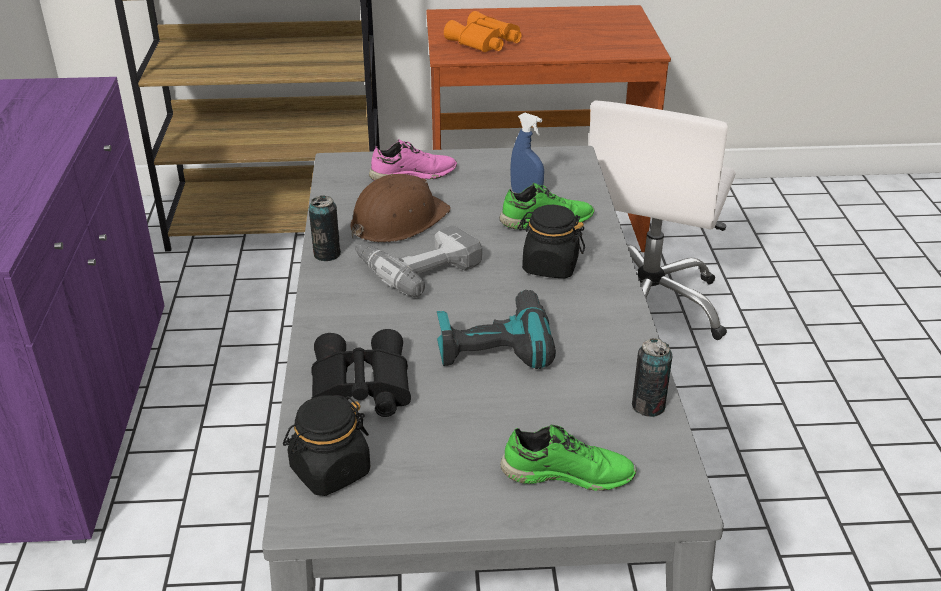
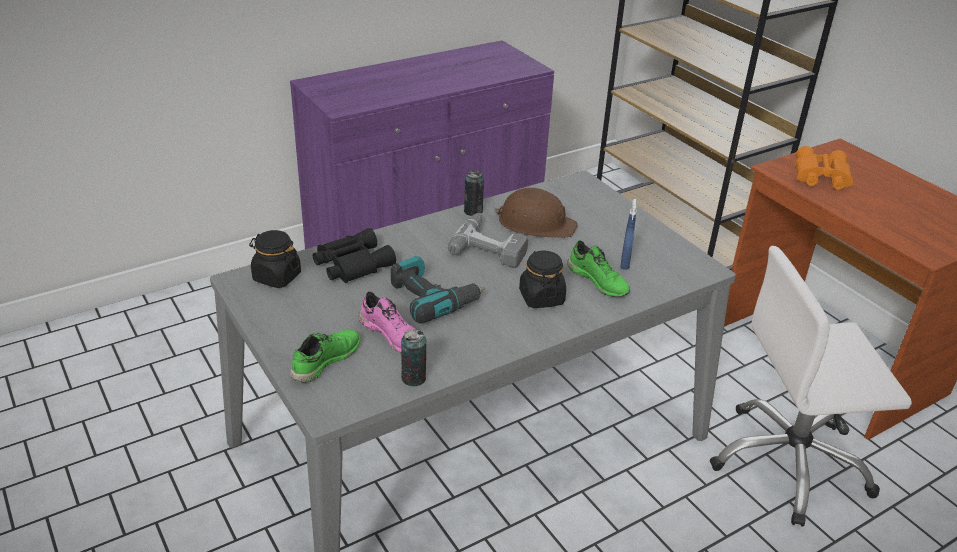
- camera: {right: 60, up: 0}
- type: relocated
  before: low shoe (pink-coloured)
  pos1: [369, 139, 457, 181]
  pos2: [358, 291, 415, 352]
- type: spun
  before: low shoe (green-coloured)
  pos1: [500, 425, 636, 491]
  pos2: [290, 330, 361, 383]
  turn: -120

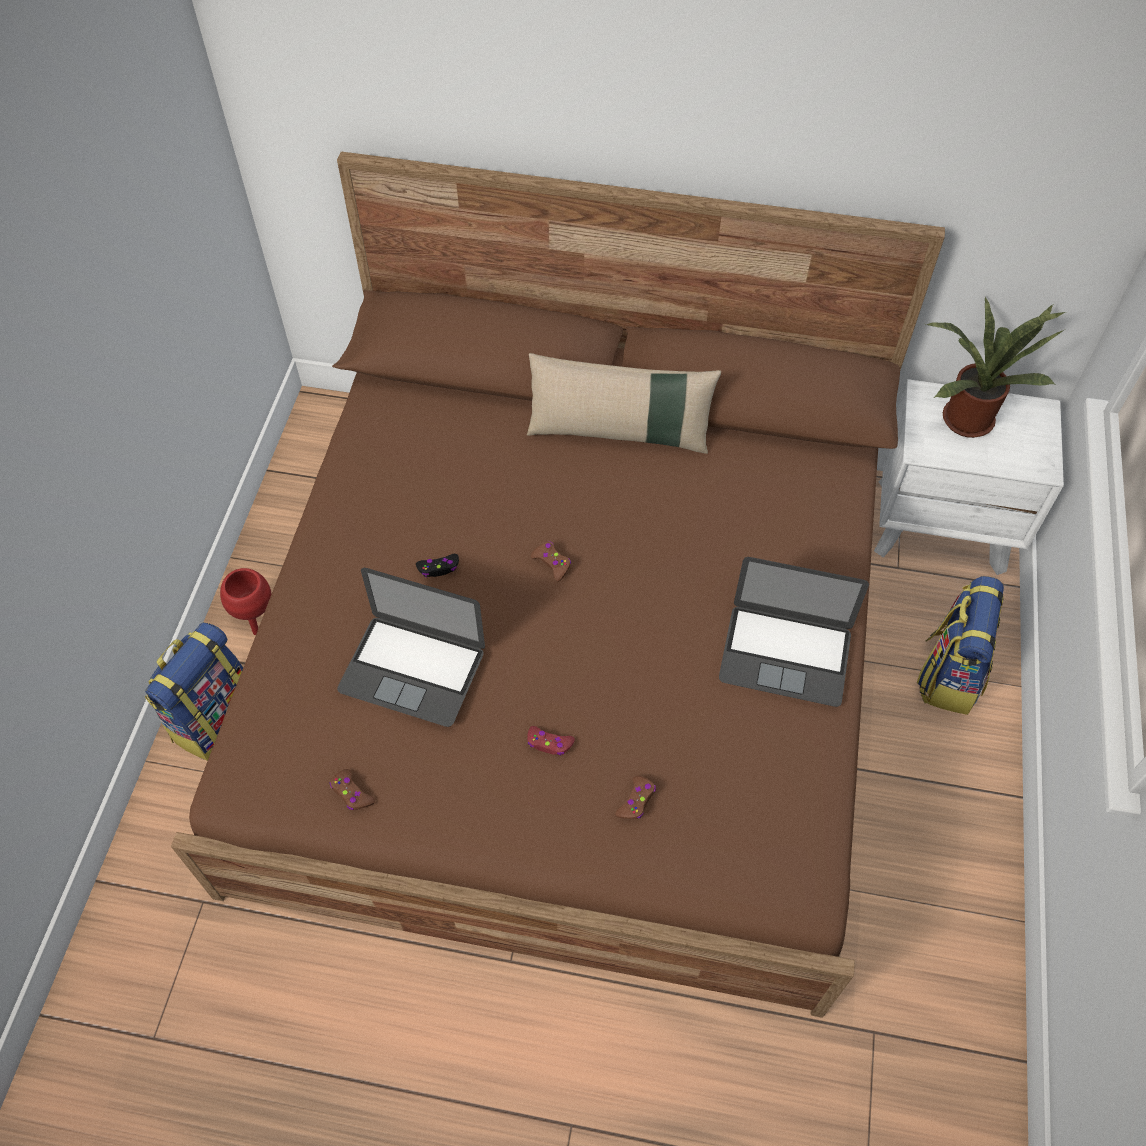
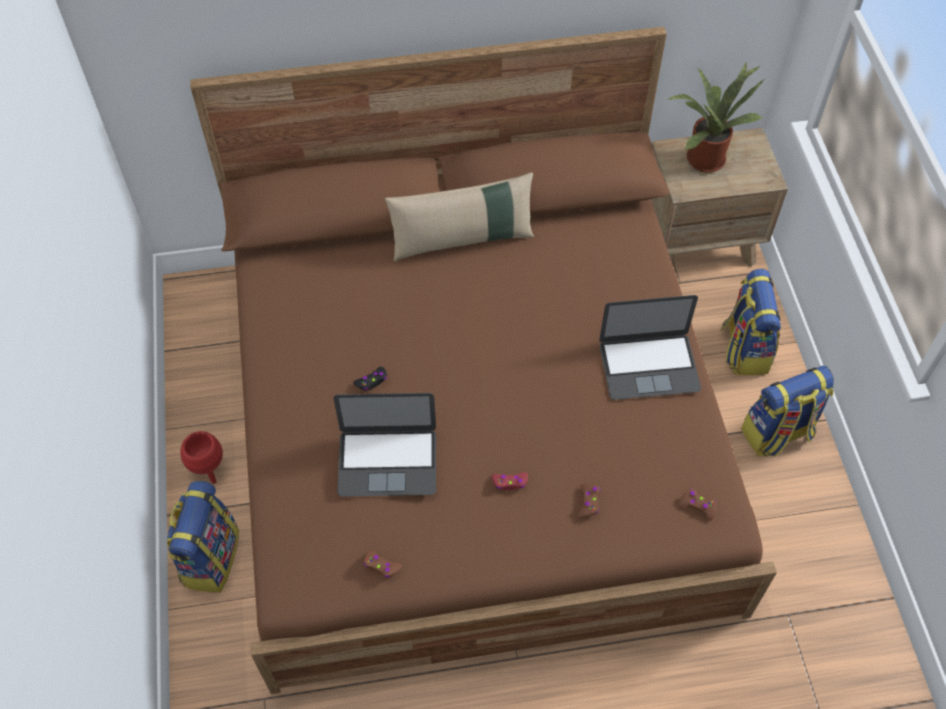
- camera: {right: -20, up: 0}
- type: relocated
  before: gamepad (brown)
  pos1: [531, 541, 571, 582]
  pos2: [679, 489, 716, 520]
- type: colour
  before: bedside table (white-coloured)
  after: bedside table (brown)
  pos1: [874, 379, 1064, 575]
  pos2: [651, 128, 788, 267]
- type: appeared
  after: rucksack
  pos2: [741, 366, 834, 457]

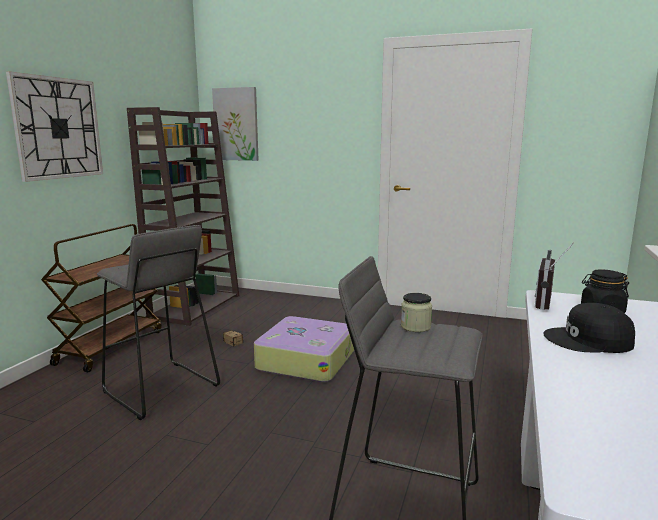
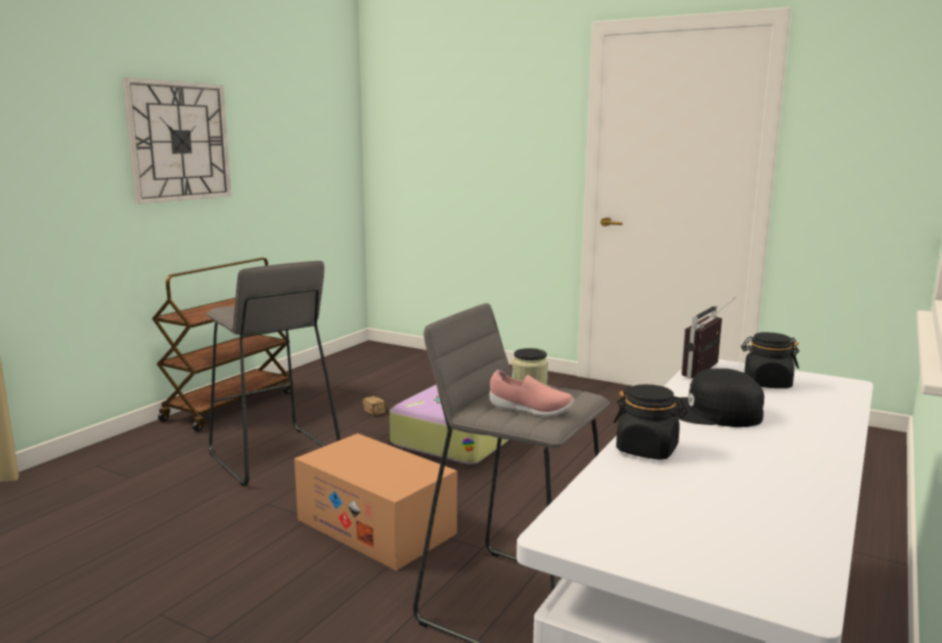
- camera: {right: 10, up: 0}
- type: missing
  before: shelving unit (brown)
  pos1: [127, 107, 239, 326]
- type: missing
  before: picture
  pos1: [212, 87, 259, 161]
- type: appeared
  after: packing box
  pos2: [294, 433, 457, 571]
- type: appeared
  after: low shoe (pink-coloured)
  pos2: [489, 370, 574, 417]
- type: appeared
  after: storage jar (blackish)
  pos2: [614, 384, 687, 460]

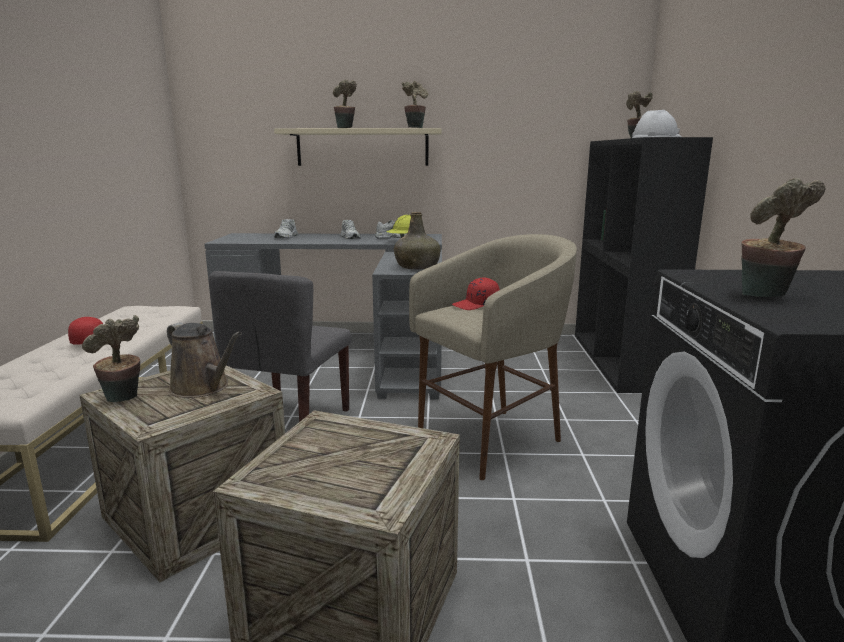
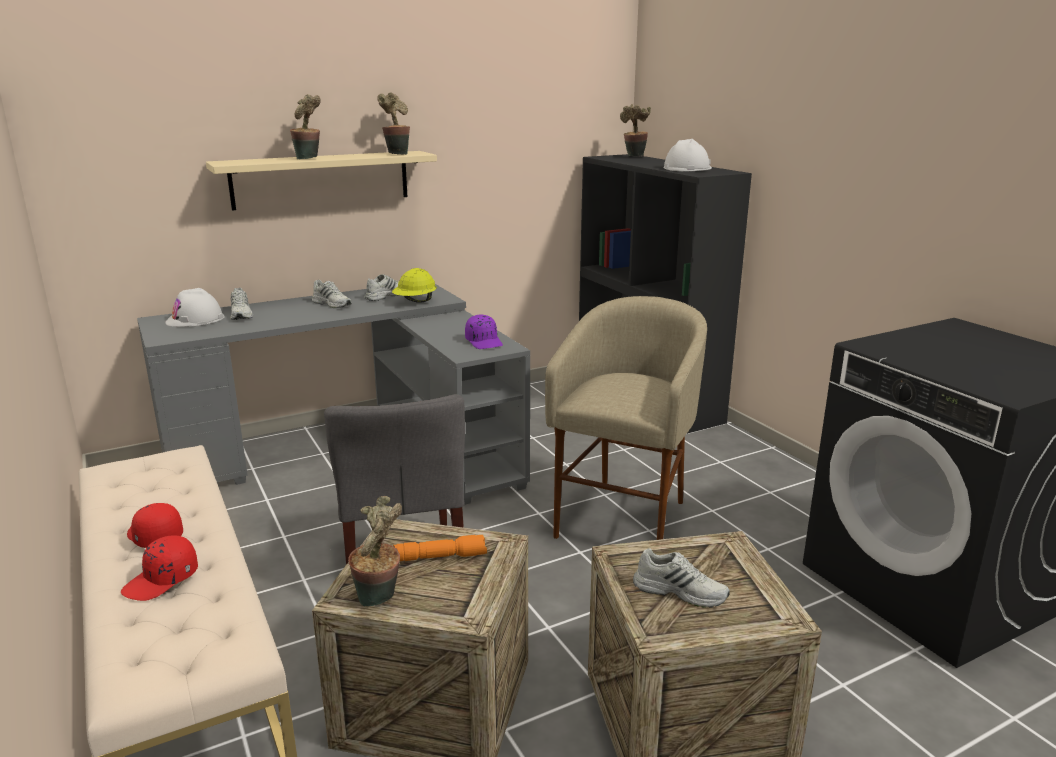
- camera: {right: -30, up: 5}
- type: exchanged
  before: watering can (brown)
  after: flashlight (orange)
  pos1: [167, 323, 242, 398]
  pos2: [393, 535, 487, 561]
- type: exchanged
  before: bottle (green-coloured)
  after: baseball cap (purplish)
  pos1: [394, 212, 440, 269]
  pos2: [465, 315, 503, 349]
- type: relocated
  before: baseball cap (red-coloured)
  pos1: [452, 277, 500, 310]
  pos2: [121, 535, 198, 601]
- type: missing
  before: plant in a pot
  pos1: [741, 178, 825, 297]
- type: appeared
  after: hard hat (white-coloured)
  pos2: [165, 288, 225, 327]
- type: appeared
  after: low shoe (white-coloured)
  pos2: [633, 548, 730, 608]

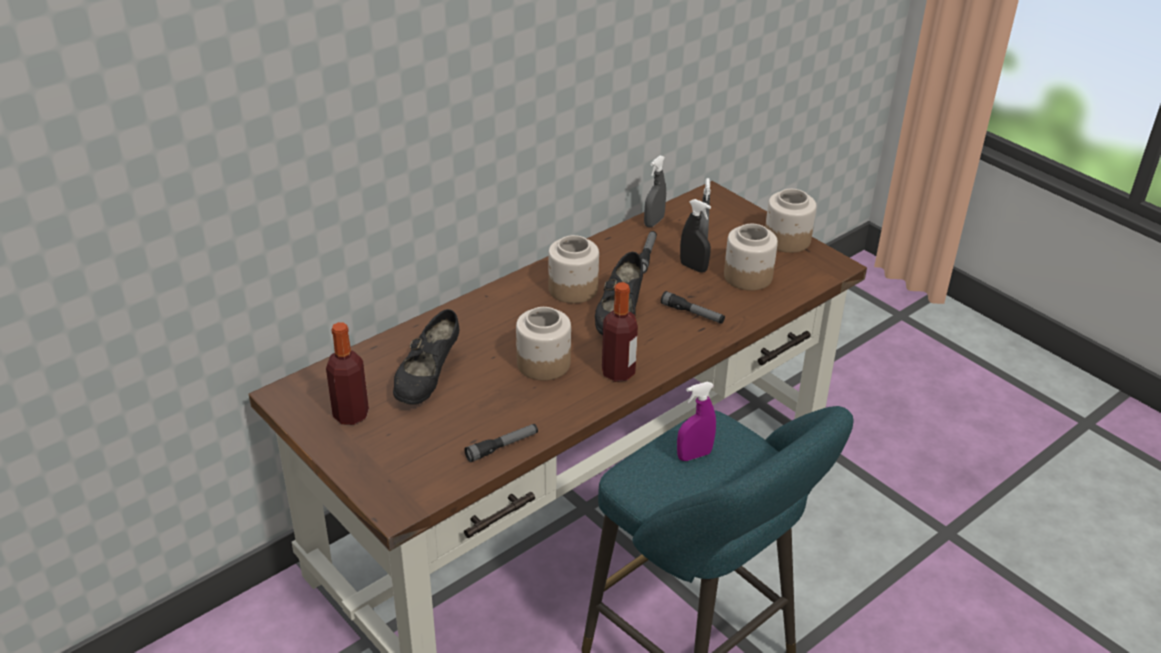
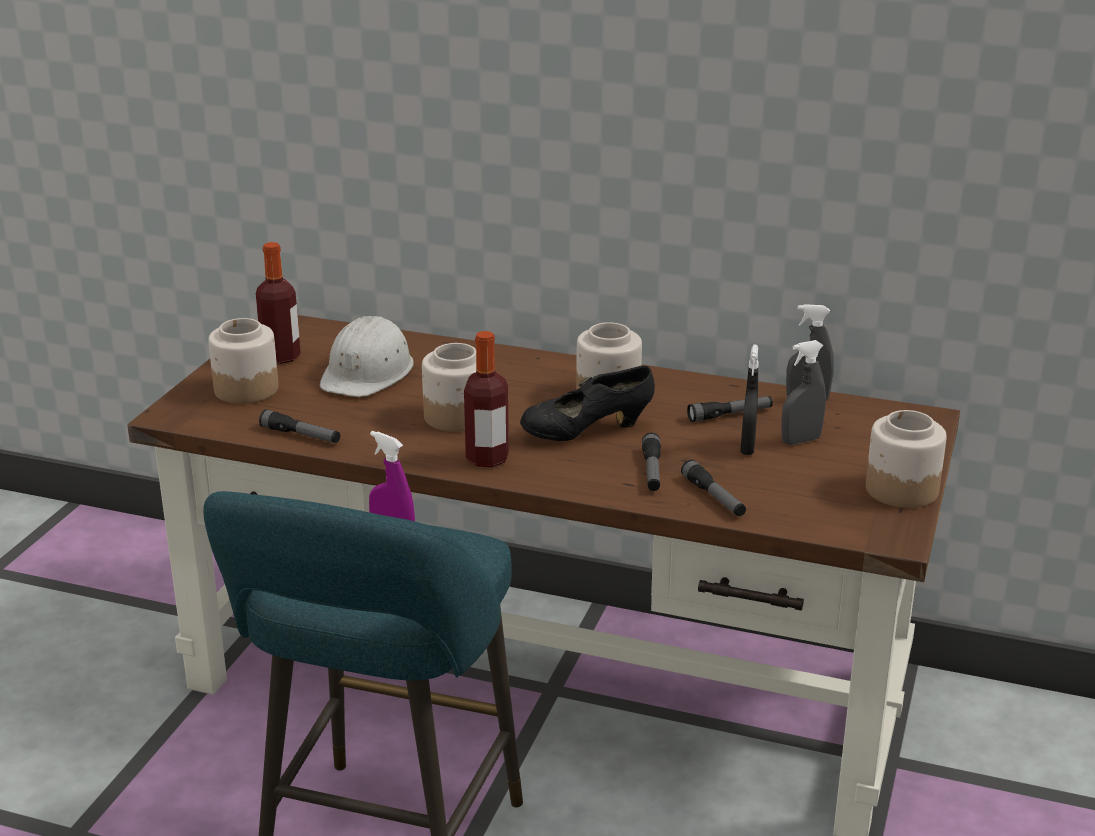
- camera: {right: 60, up: -10}
- type: exchanged
  before: low shoe (blackish)
  after: hard hat (white-coloured)
  pos1: [393, 309, 459, 405]
  pos2: [320, 316, 414, 397]
- type: relocated
  before: storage jar
  pos1: [724, 224, 778, 291]
  pos2: [208, 318, 279, 404]
- type: appeared
  after: flashlight
  pos2: [681, 460, 746, 516]

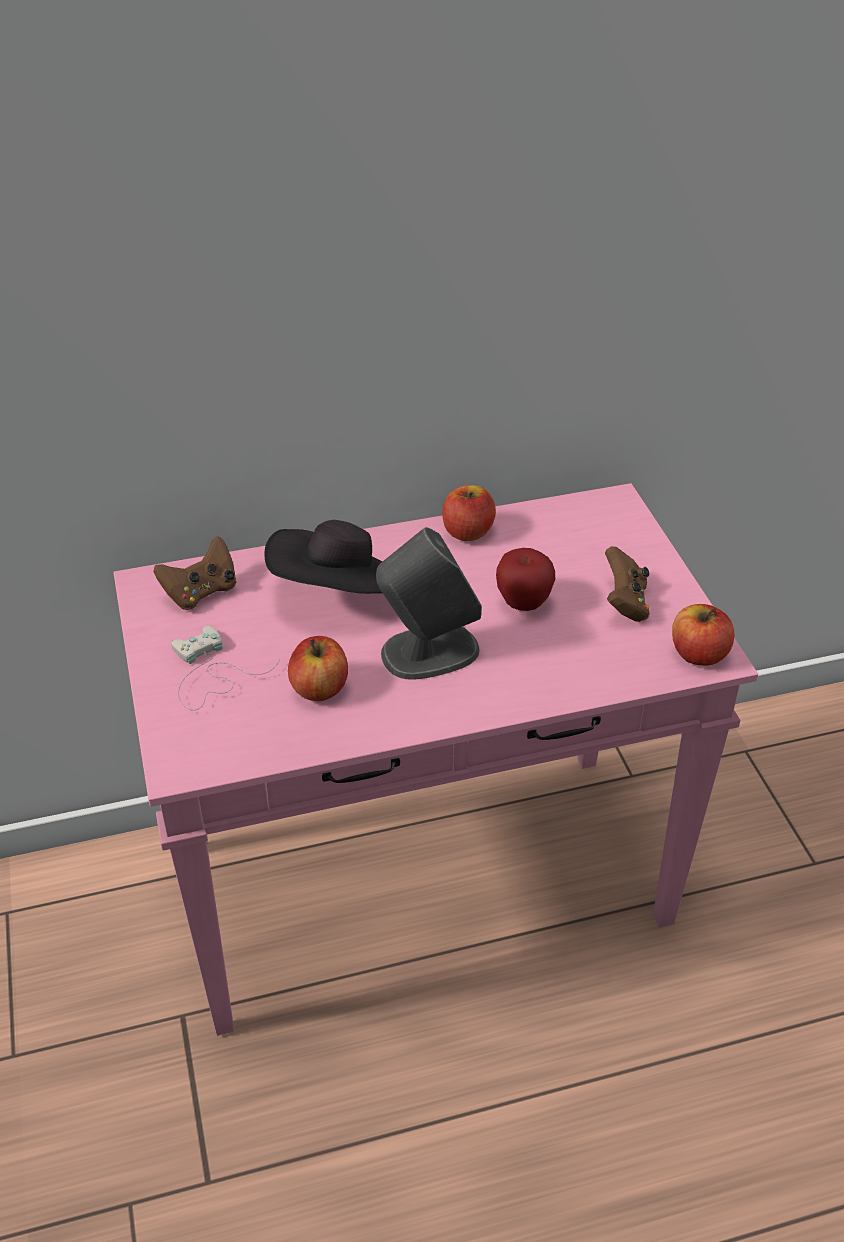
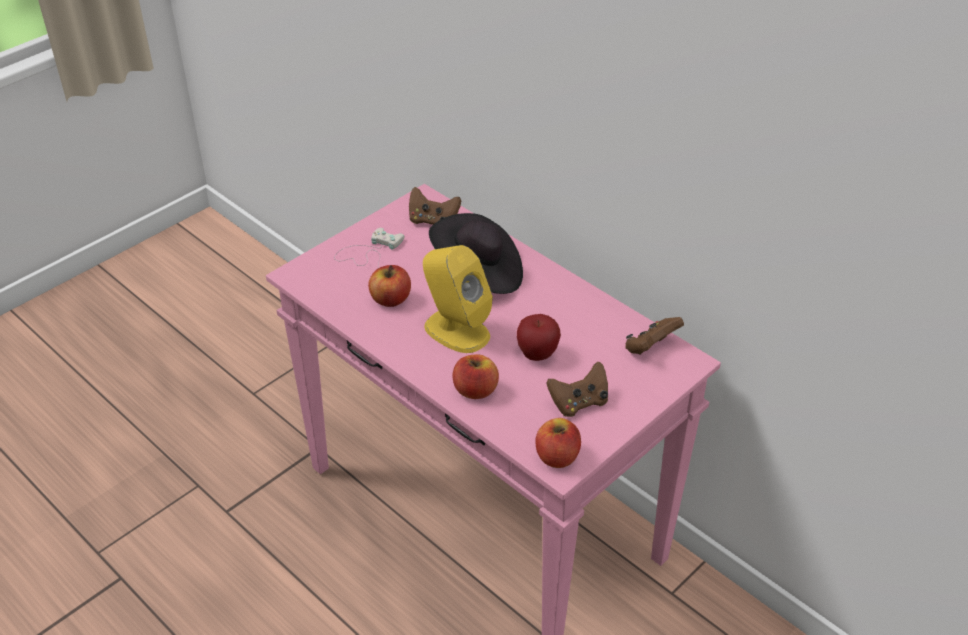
- camera: {right: 60, up: 0}
- type: colour
  before: loudspeaker (greyish)
  after: loudspeaker (yellow-coloured)
  pos1: [376, 527, 482, 680]
  pos2: [423, 245, 493, 353]
- type: relocated
  before: apple
  pos1: [442, 485, 496, 541]
  pos2: [452, 354, 499, 399]
- type: appeared
  after: gamepad (brown)
  pos2: [625, 317, 684, 354]

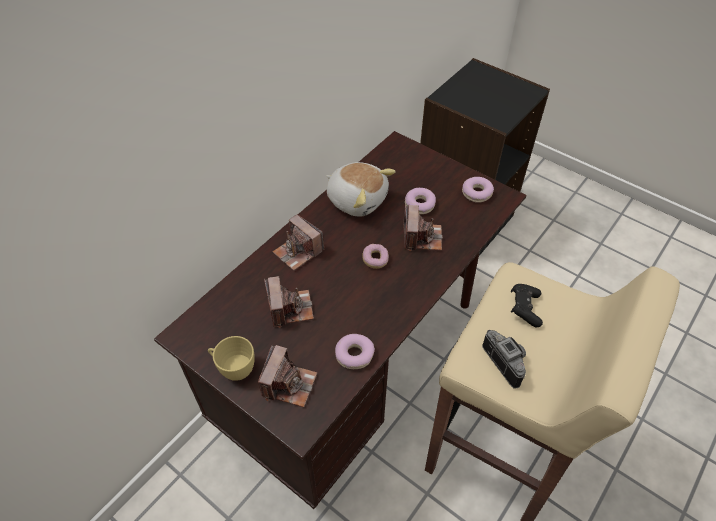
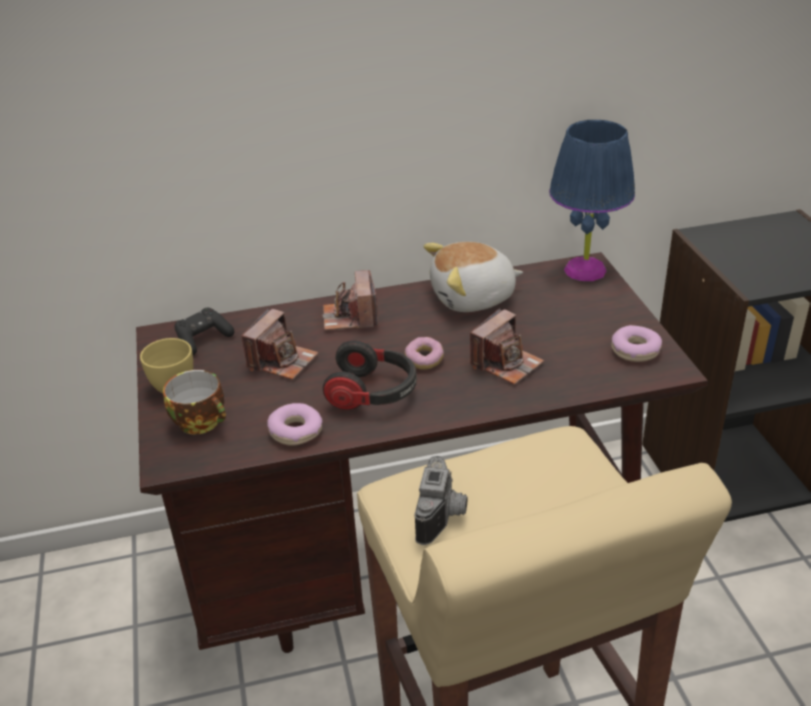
- camera: {right: 40, up: -15}
- type: exchanged
  before: photo camera
  after: cup
  pos1: [258, 345, 317, 407]
  pos2: [163, 370, 226, 435]
- type: spun
  before: cuddly toy
  pos1: [326, 162, 396, 217]
  pos2: [424, 242, 523, 312]
  turn: 90
- type: missing
  before: donut
  pos1: [405, 188, 436, 214]
- type: relocated
  before: gamepad (blackish)
  pos1: [511, 284, 543, 327]
  pos2: [174, 308, 234, 355]
- type: appeared
  after: headset
  pos2: [323, 340, 417, 410]
- type: appeared
  after: lamp for a table (bluish)
  pos2: [549, 120, 635, 281]

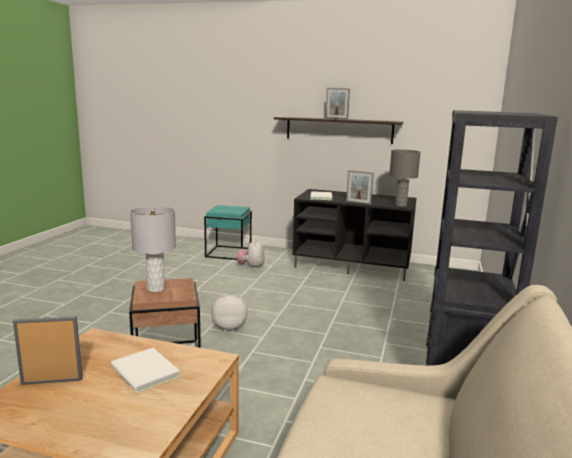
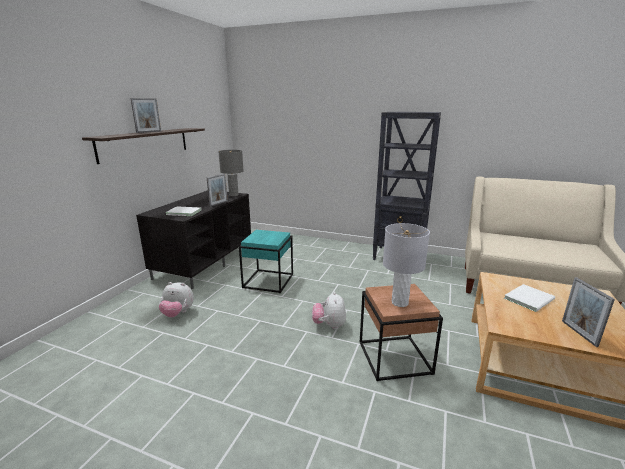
- camera: {right: -85, up: 5}
- type: relocated
  before: accent table (turquoise)
  pos1: [204, 205, 252, 260]
  pos2: [239, 230, 293, 293]

